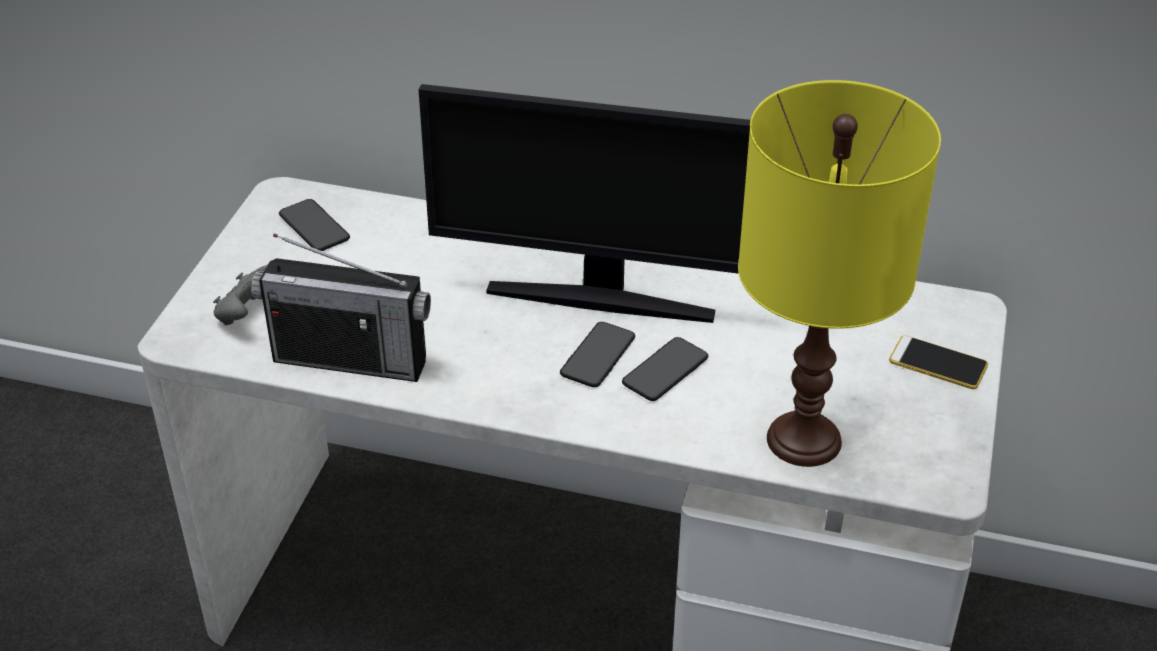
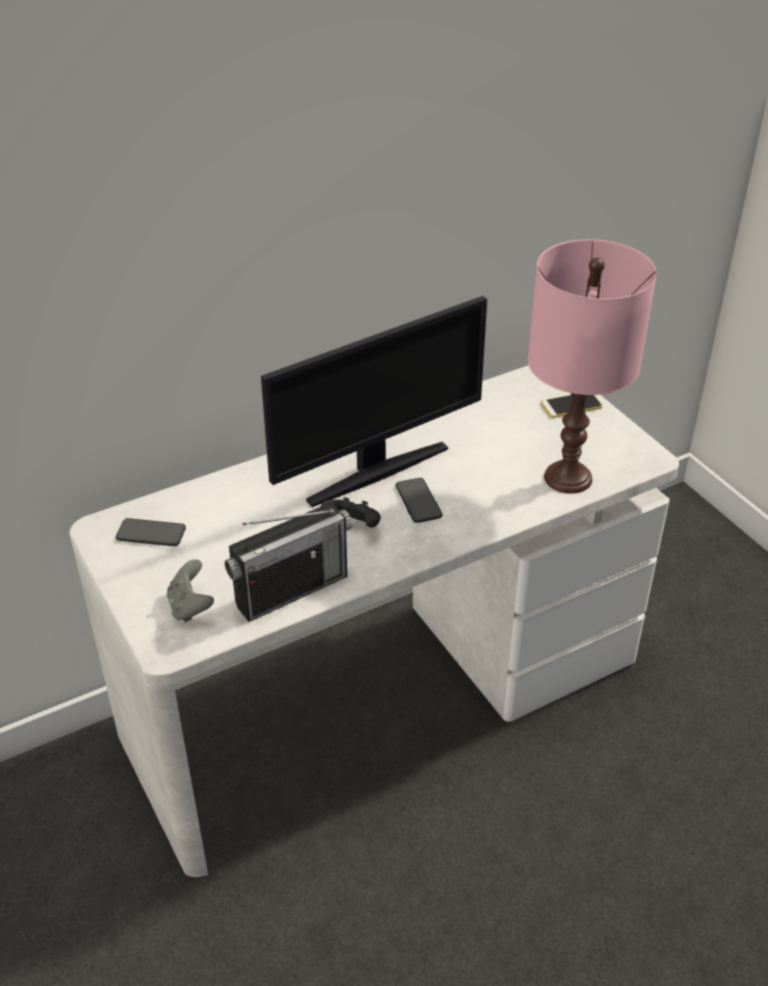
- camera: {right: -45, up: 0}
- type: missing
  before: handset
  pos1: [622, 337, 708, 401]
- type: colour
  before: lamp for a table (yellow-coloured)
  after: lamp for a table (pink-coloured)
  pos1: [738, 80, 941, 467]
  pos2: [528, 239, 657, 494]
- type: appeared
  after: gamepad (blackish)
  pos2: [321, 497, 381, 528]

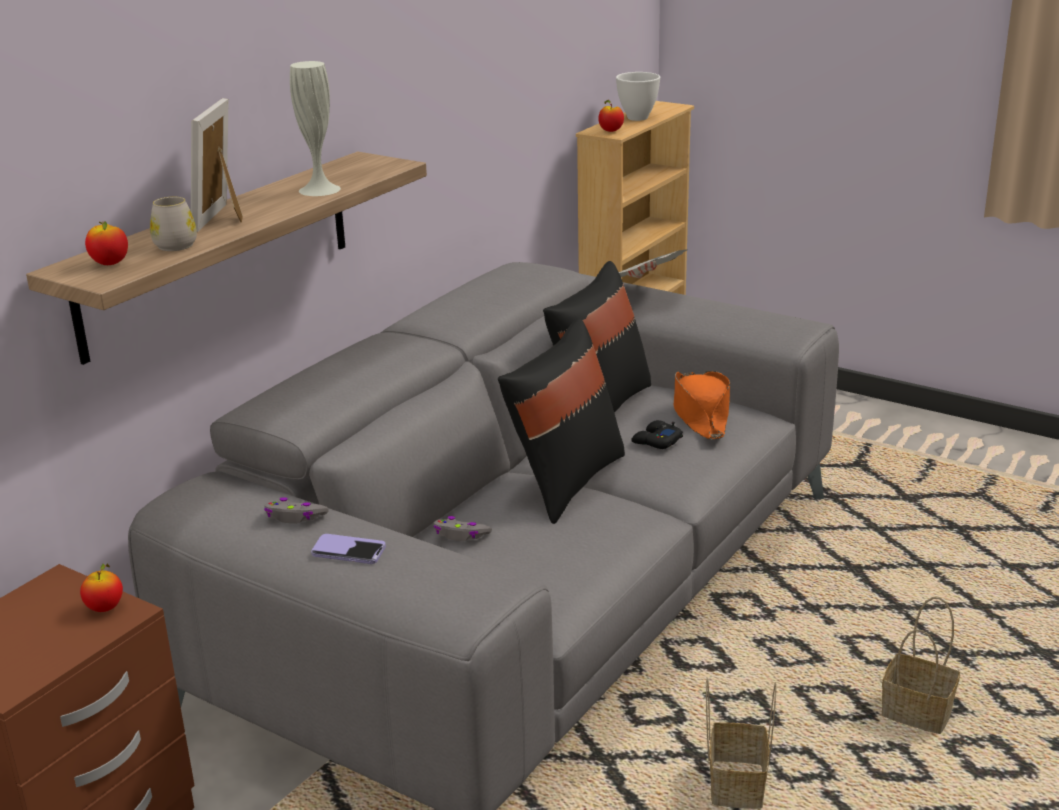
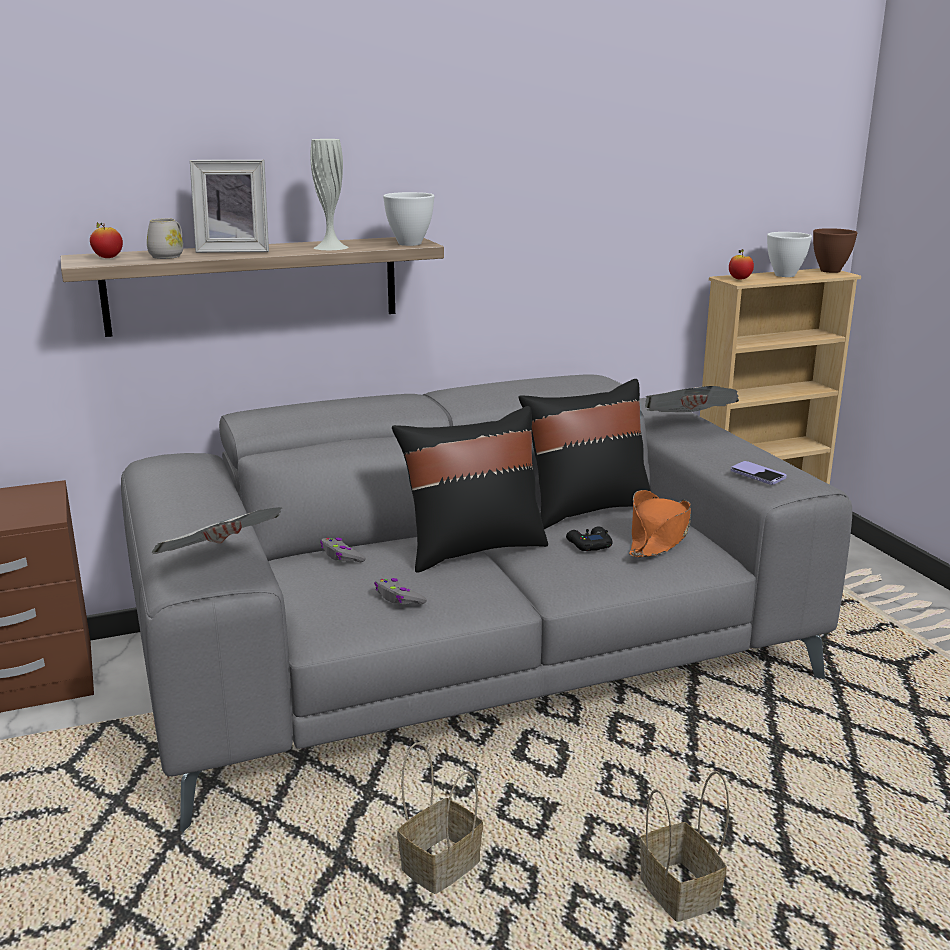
- camera: {right: 35, up: -5}
- type: missing
  before: apple
  pos1: [80, 563, 123, 612]
- type: spun
  before: standing frame
  pos1: [191, 98, 243, 232]
  pos2: [190, 160, 269, 253]
  turn: -135
- type: relocated
  before: gamepad (greyish)
  pos1: [264, 497, 329, 524]
  pos2: [374, 578, 427, 604]
- type: relocated
  before: handset
  pos1: [311, 534, 386, 564]
  pos2: [731, 461, 787, 485]
- type: appeared
  after: daily paper
  pos2: [151, 507, 282, 554]
- type: appeared
  after: serving bowl (white-coloured)
  pos2: [383, 192, 434, 246]
- type: appeared
  after: serving bowl (brown)
  pos2: [813, 228, 857, 273]

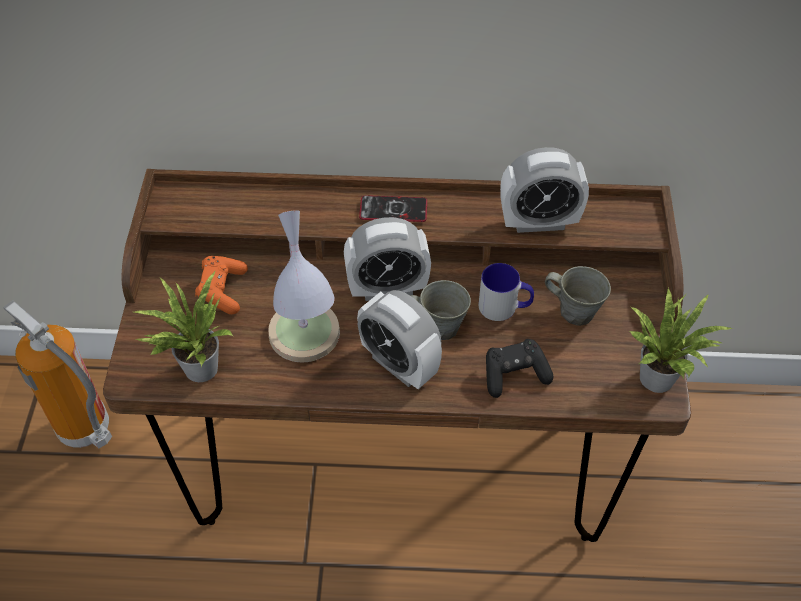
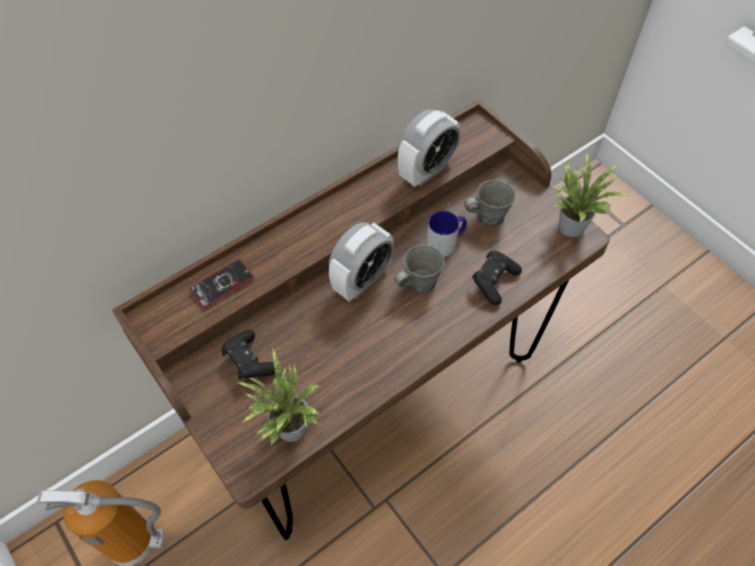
- camera: {right: -40, up: 5}
- type: colour
  before: gamepad (orange)
  after: gamepad (blackish)
  pos1: [195, 256, 248, 314]
  pos2: [222, 330, 275, 380]
- type: missing
  before: lamp for a table
  pos1: [268, 210, 340, 362]
- type: missing
  before: bedside clock
  pos1: [357, 290, 442, 389]
- type: relocated
  before: handset
  pos1: [359, 195, 427, 222]
  pos2: [190, 260, 254, 308]

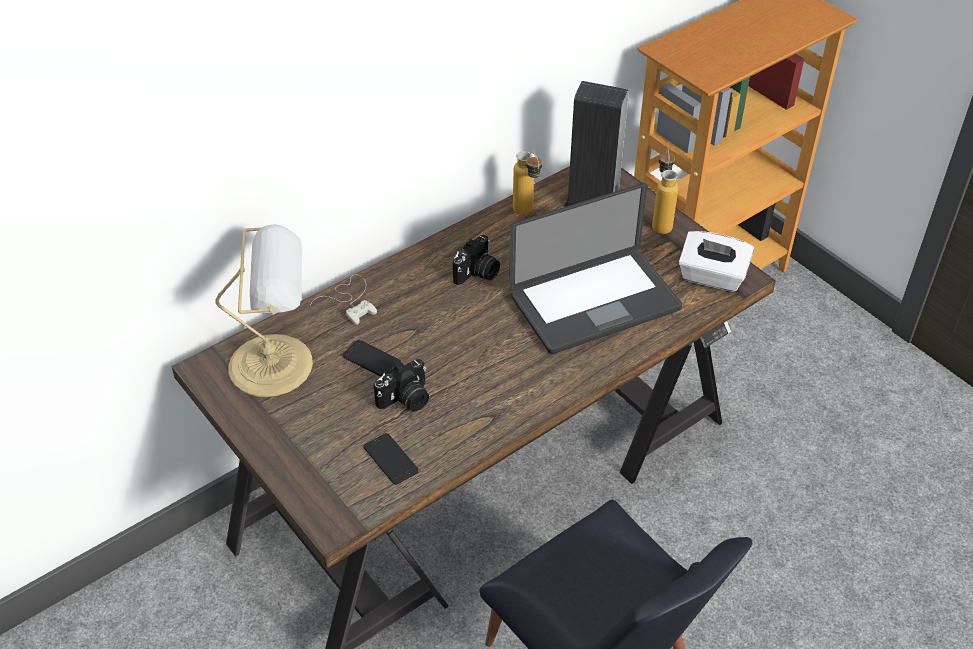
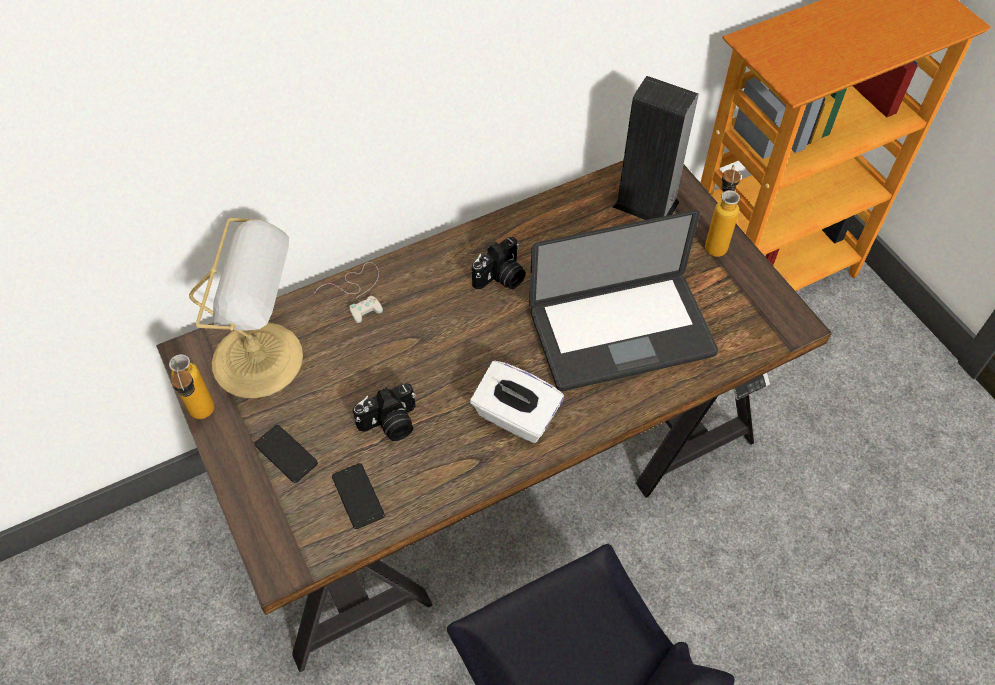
- camera: {right: 10, up: 10}
- type: relocated
  before: handset
  pos1: [342, 340, 402, 377]
  pos2: [254, 425, 318, 483]
- type: relocated
  before: bottle
  pos1: [513, 151, 542, 215]
  pos2: [169, 354, 214, 419]
- type: relocated
  before: tissue box (white-coloured)
  pos1: [679, 231, 754, 292]
  pos2: [470, 361, 564, 443]

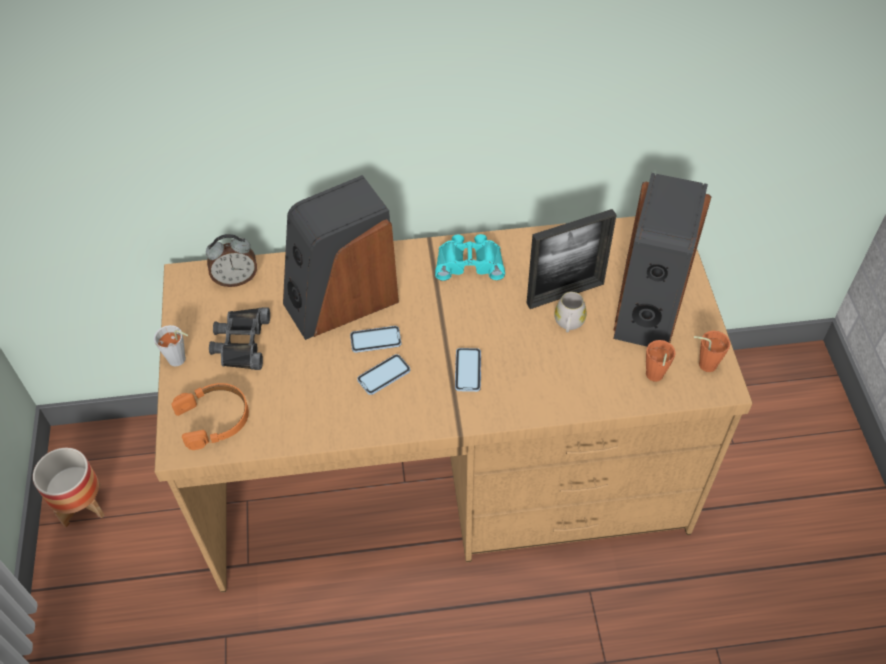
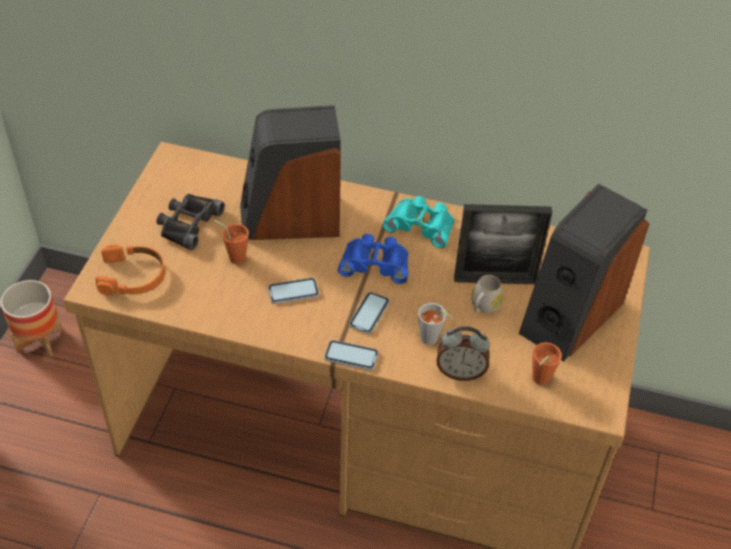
- camera: {right: 20, up: -5}
- type: relocated
  before: cup (greyish)
  pos1: [154, 325, 188, 366]
  pos2: [418, 303, 453, 345]
- type: relocated
  before: bedside clock
  pos1: [206, 234, 257, 287]
  pos2: [437, 326, 490, 381]
- type: relocated
  before: handset
  pos1: [350, 326, 402, 353]
  pos2: [325, 340, 378, 370]
- type: relocated
  before: cup (orange)
  pos1: [694, 331, 730, 372]
  pos2: [214, 220, 249, 264]
- type: appeared
  after: binoculars (bluish)
  pos2: [338, 234, 408, 284]

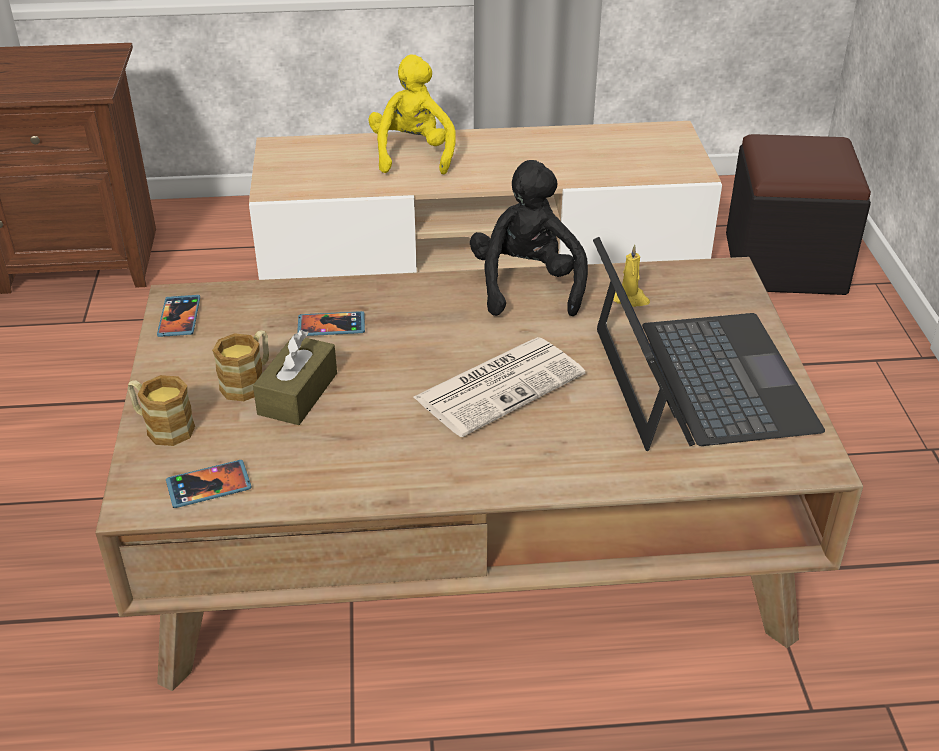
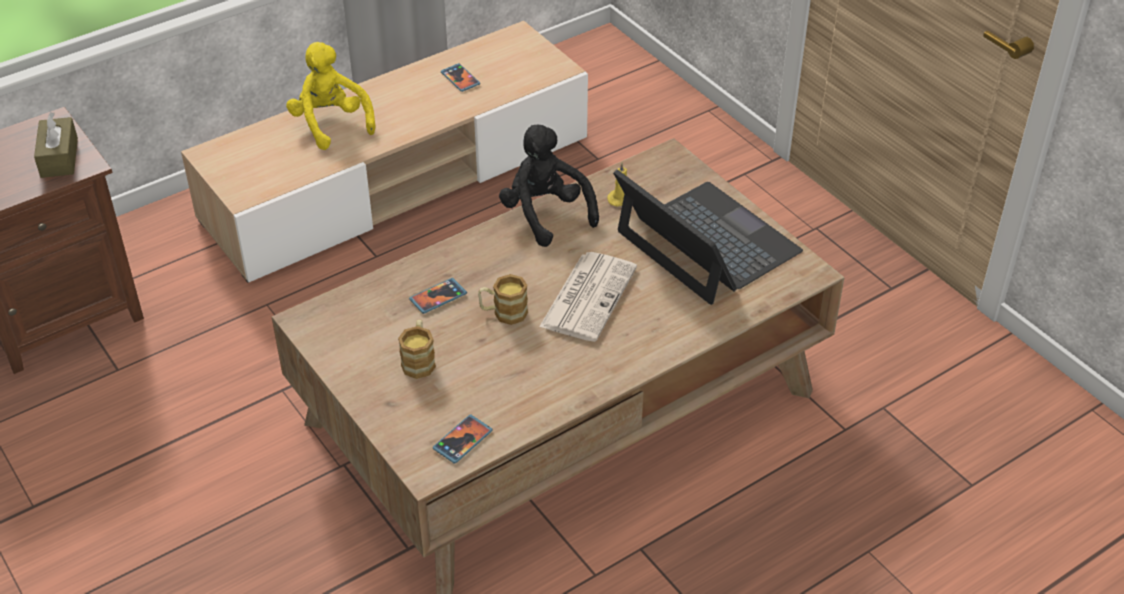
- camera: {right: -30, up: 5}
- type: relocated
  before: tea mug
  pos1: [128, 375, 195, 446]
  pos2: [478, 274, 528, 325]
- type: relocated
  before: handset
  pos1: [157, 295, 200, 337]
  pos2: [441, 63, 480, 92]
- type: relocated
  before: tissue box (brown)
  pos1: [253, 330, 337, 425]
  pos2: [34, 112, 78, 178]
- type: missing
  before: footrest (blackish)
  pos1: [726, 134, 871, 295]

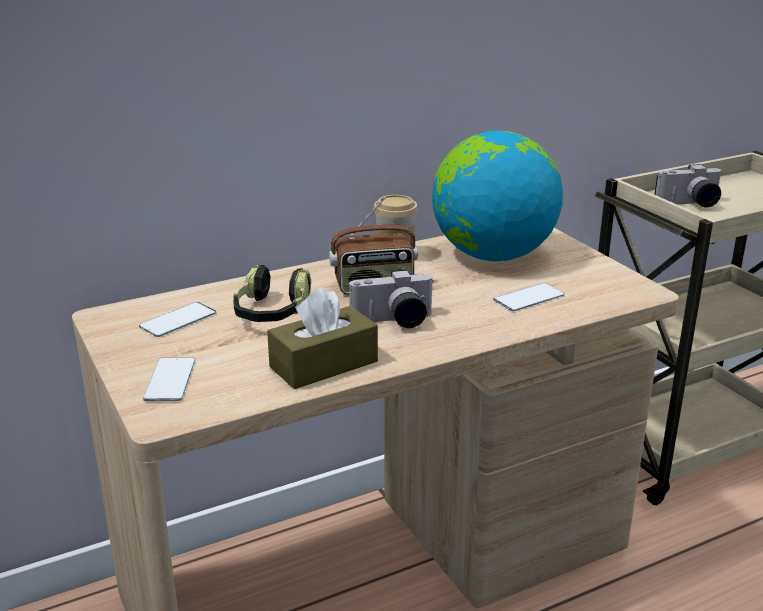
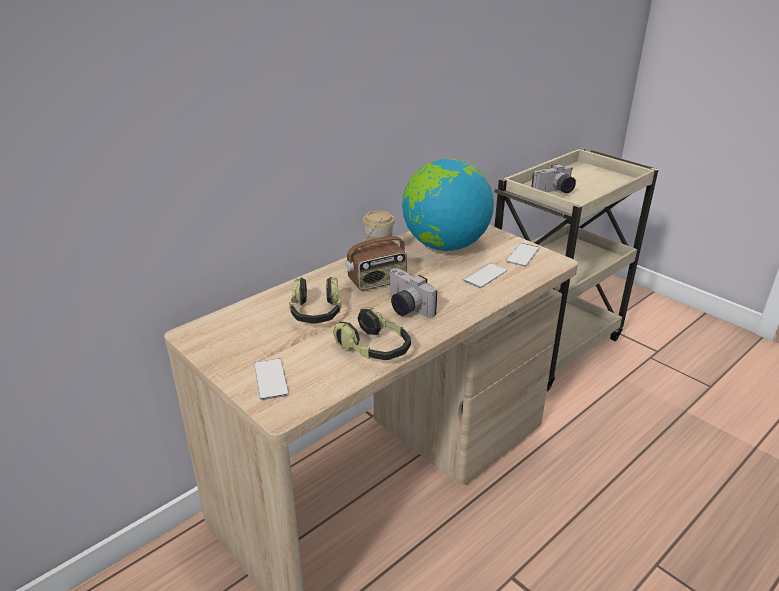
- camera: {right: -15, up: 5}
- type: relocated
  before: handset
  pos1: [139, 302, 216, 337]
  pos2: [506, 243, 540, 266]
- type: exchanged
  before: tissue box (brown)
  after: headset
  pos1: [267, 287, 378, 389]
  pos2: [333, 308, 411, 360]
- type: spun
  before: photo camera
  pos1: [349, 269, 433, 328]
  pos2: [390, 268, 437, 318]
  turn: 75

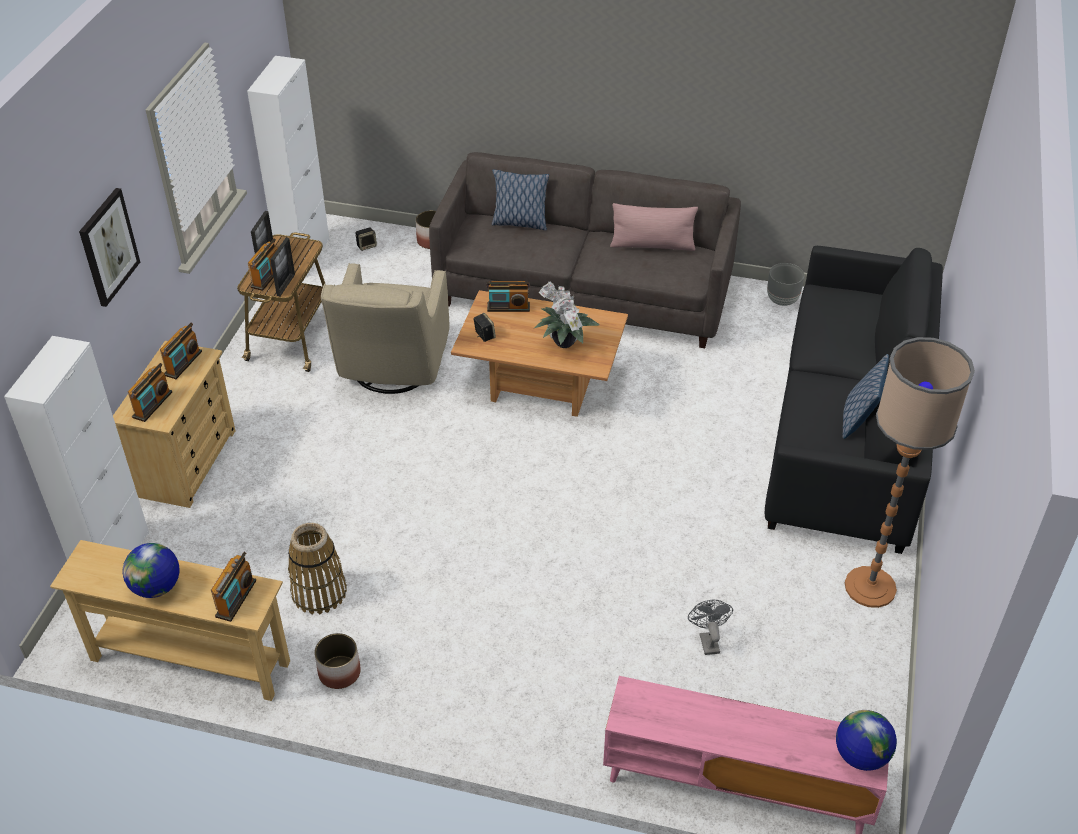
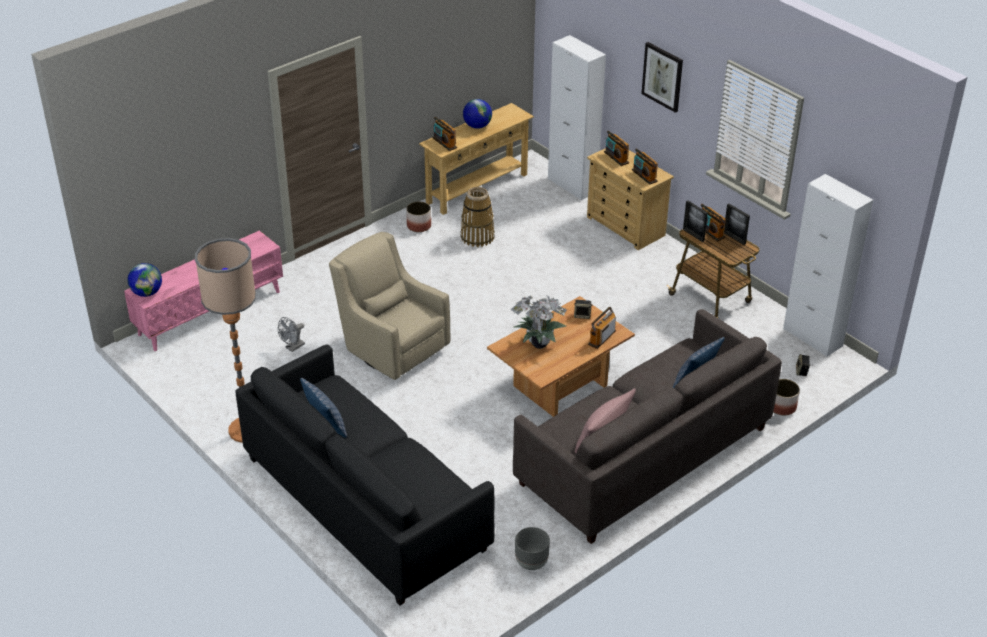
- camera: {right: 125, up: -5}
- type: relocated
  before: easy chair (sand-coloured)
  pos1: [321, 263, 450, 394]
  pos2: [329, 232, 450, 380]
- type: spun
  before: electric fan (greyish)
  pos1: [688, 600, 733, 655]
  pos2: [278, 317, 305, 352]
  turn: 105

